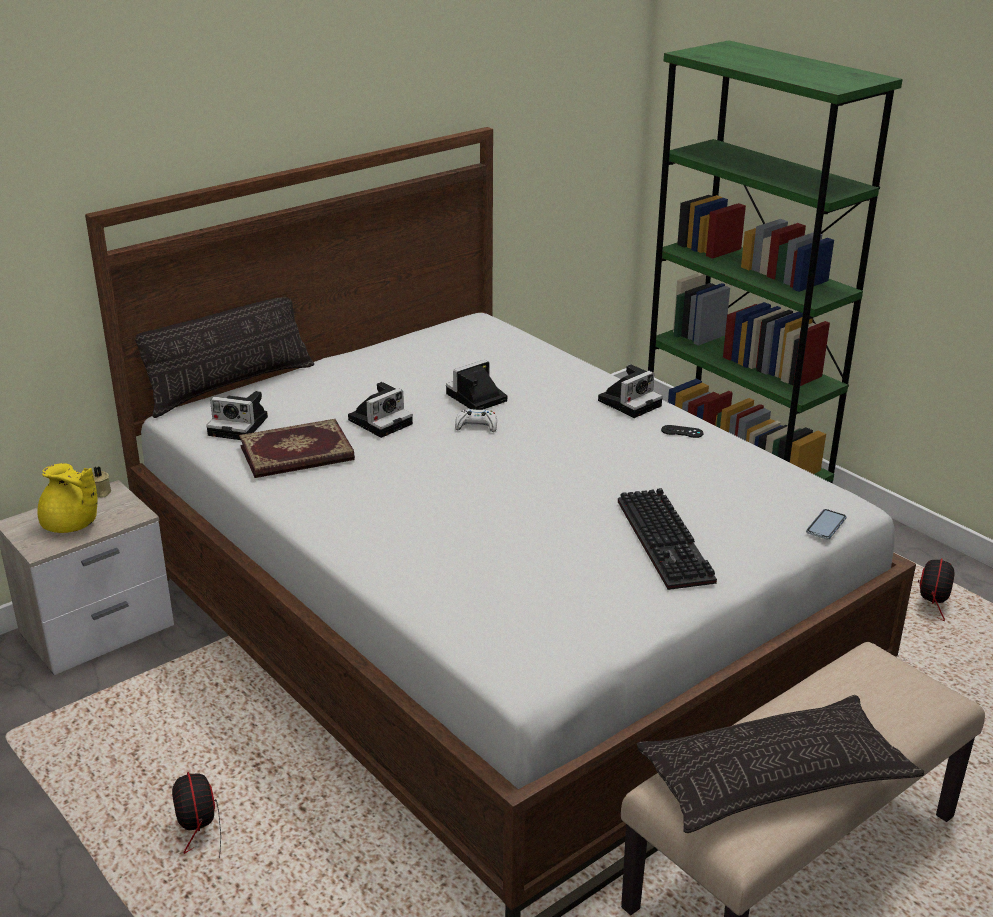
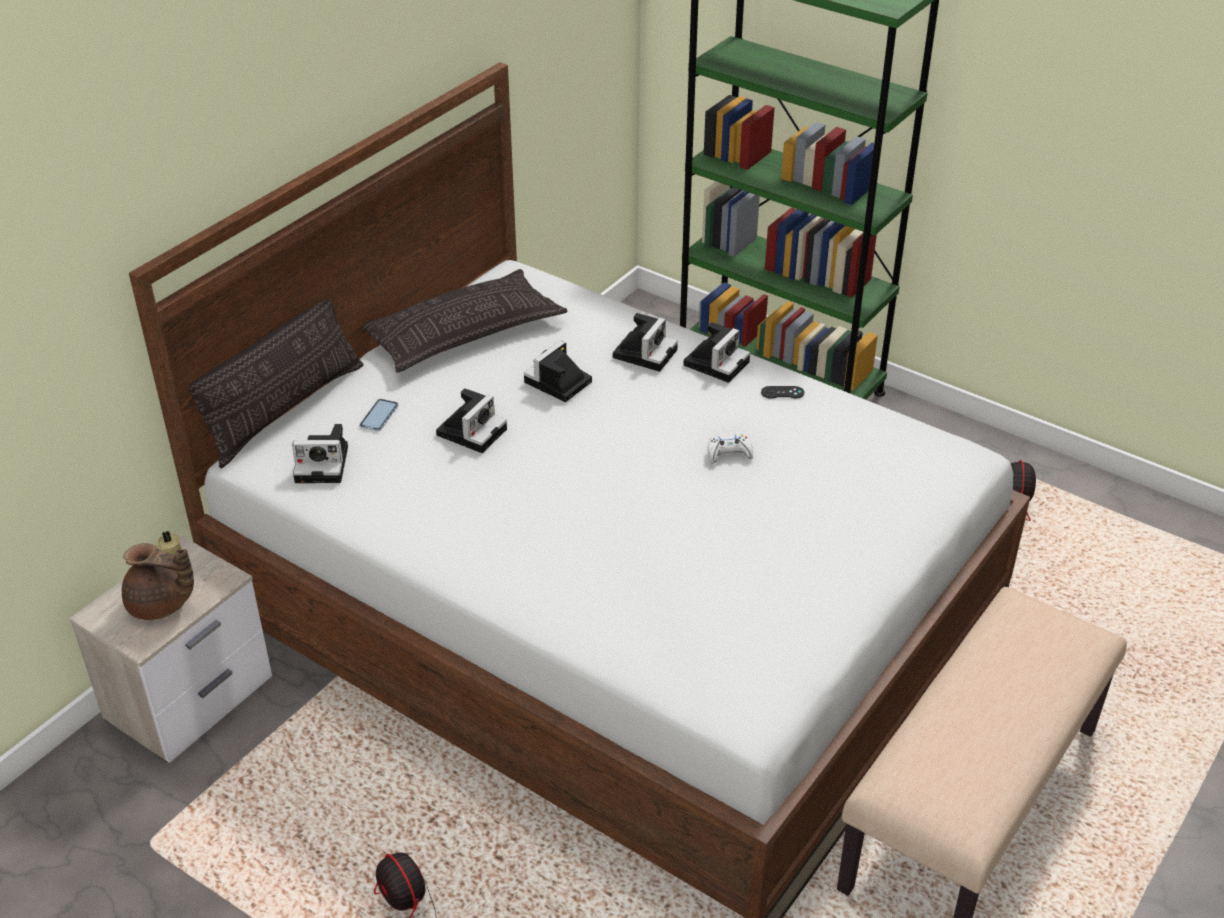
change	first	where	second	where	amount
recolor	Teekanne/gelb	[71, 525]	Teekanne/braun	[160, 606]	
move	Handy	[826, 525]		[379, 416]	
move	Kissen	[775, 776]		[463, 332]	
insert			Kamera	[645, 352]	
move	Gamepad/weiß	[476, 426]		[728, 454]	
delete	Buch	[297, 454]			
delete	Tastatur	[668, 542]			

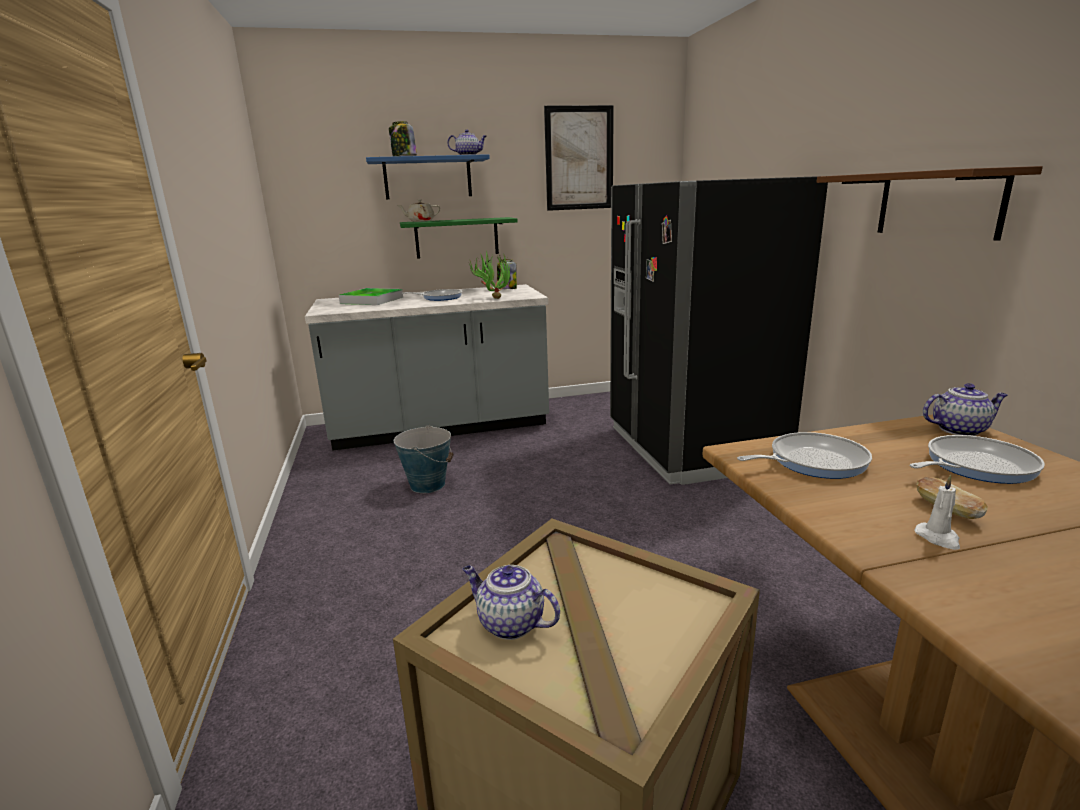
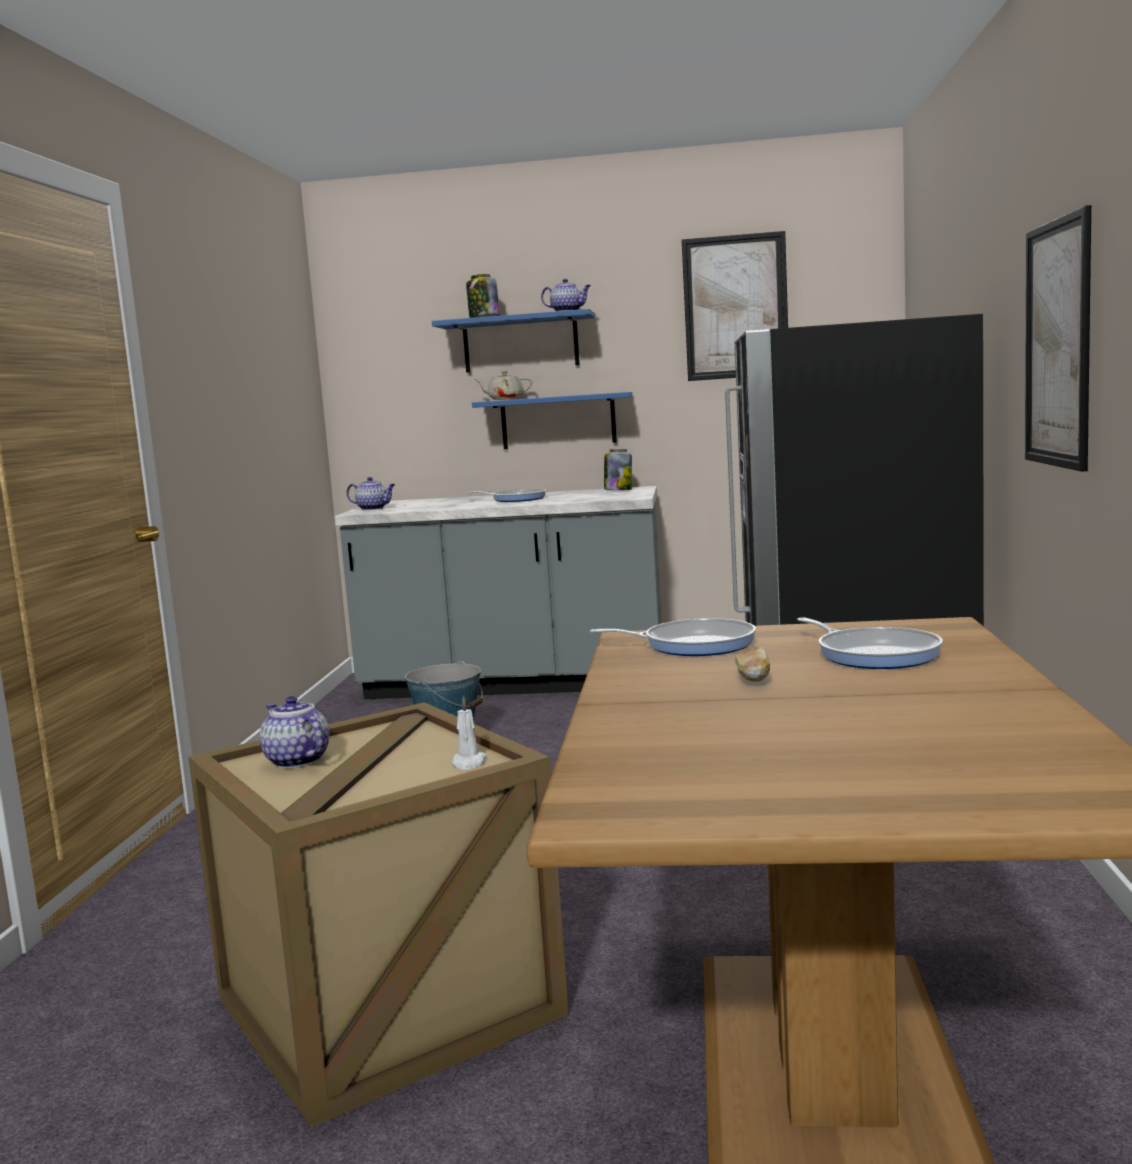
change	first	where	second	where	amount
move	Teekanne	[959, 430]		[373, 508]	
move	Kerze/weiß	[938, 538]		[468, 763]	
recolor	Wandregal/grün	[457, 238]	Wandregal/blau	[558, 421]	
rotate	Pfanne	[975, 466]		[874, 654]	60 degrees clockwise
replace	Wandregal/braun	[938, 204]	Bild	[1057, 344]	
delete	Tablett	[372, 300]			
delete	Topfpflanze	[493, 298]			

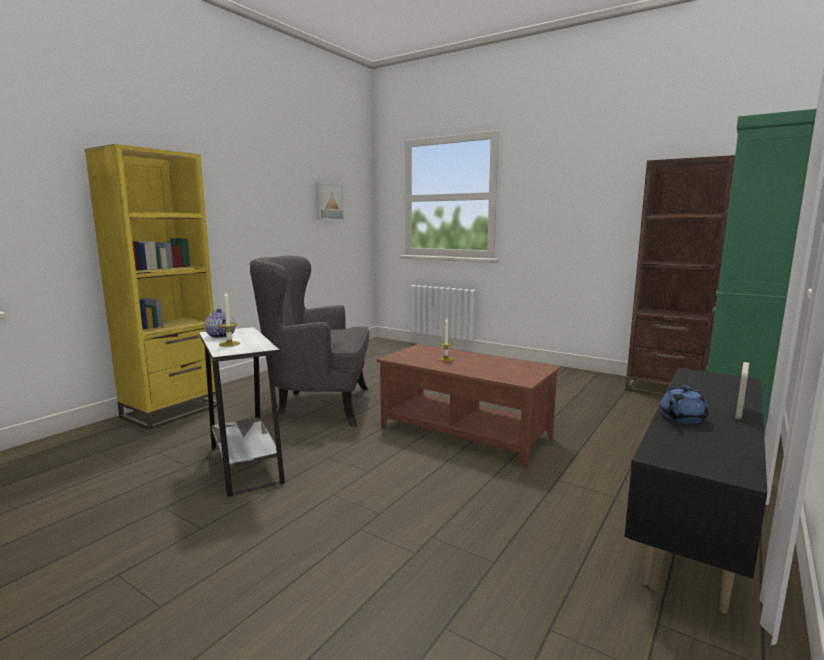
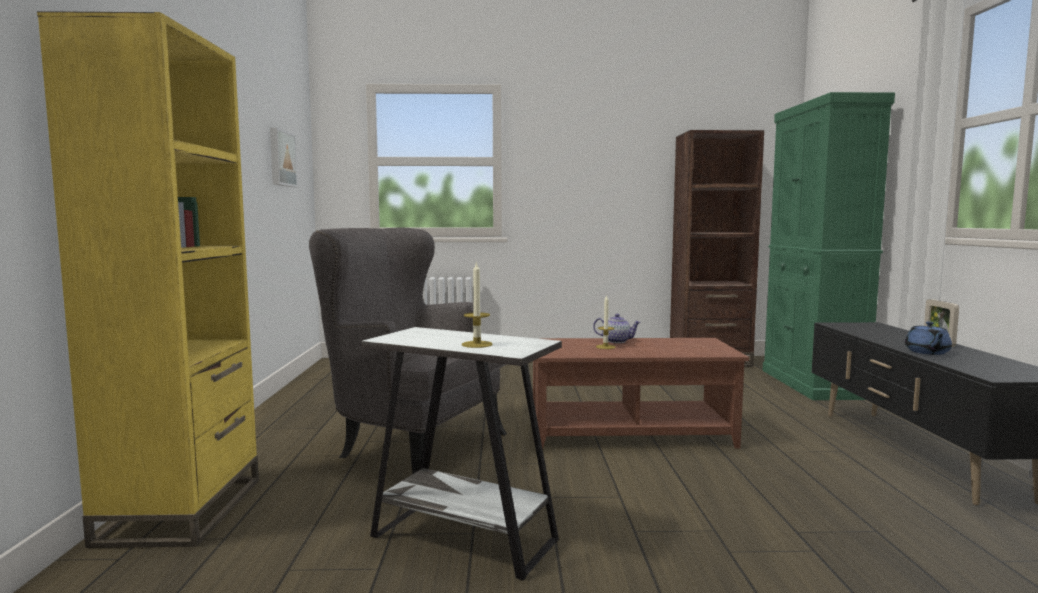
change	first	where	second	where	amount
rotate	Sessel/grau	[317, 405]		[411, 447]	60 degrees clockwise
move	Teekanne	[222, 336]		[616, 341]	

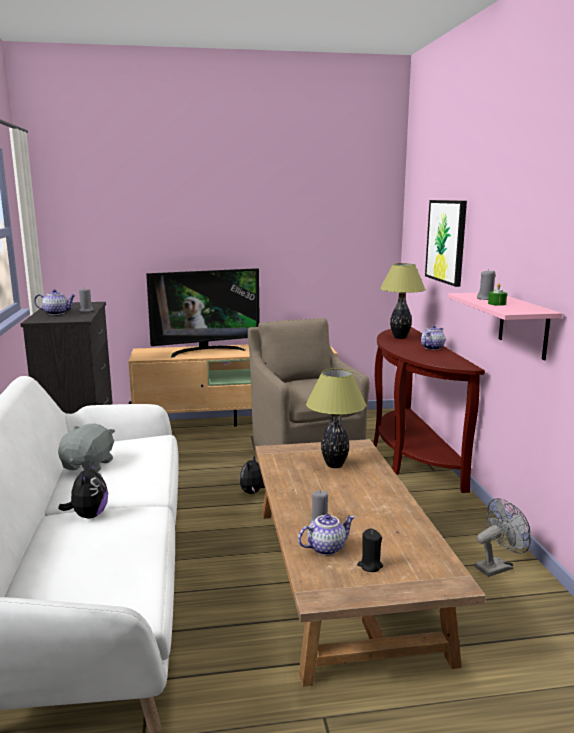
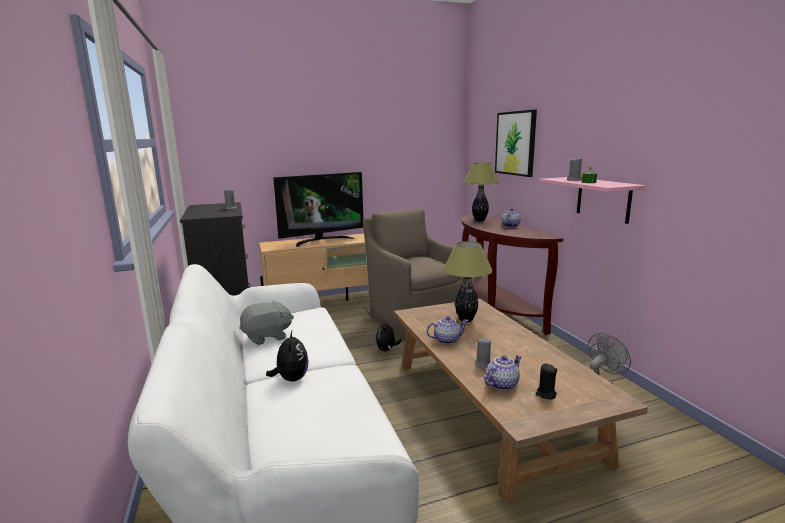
change	first	where	second	where	amount
rotate	Plüschtier/grau	[89, 465]		[267, 337]	60 degrees clockwise
move	Teekanne	[57, 313]		[447, 340]	

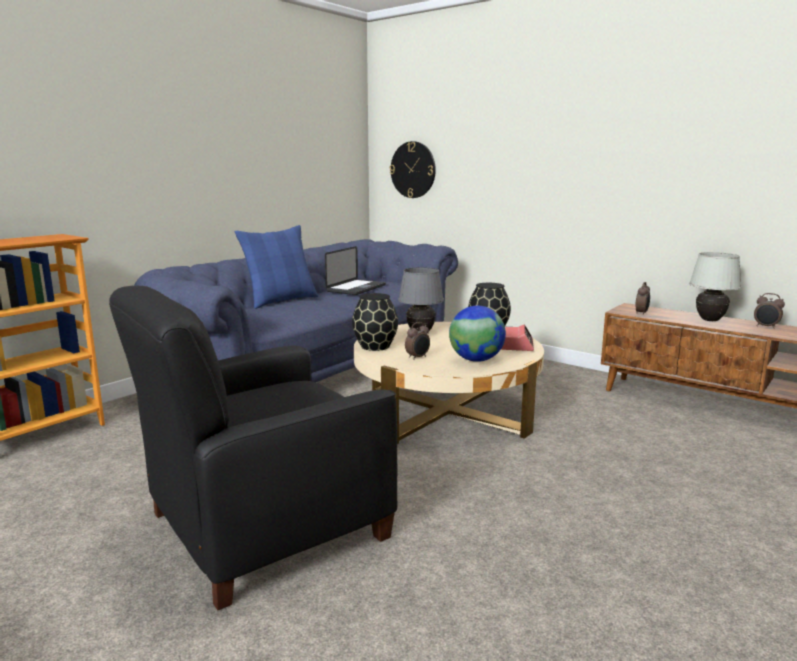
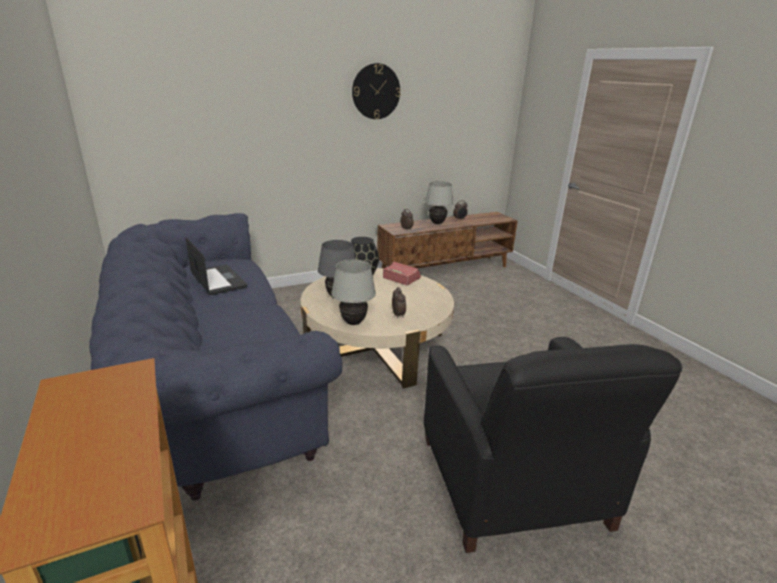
change	first	where	second	where	amount
replace	Vase/schwarz	[375, 346]	Tischlampe/weiß	[353, 323]	
move	Wanduhr	[413, 170]		[376, 91]	
delete	Kissen/blau	[280, 301]			
delete	Globus	[476, 360]			

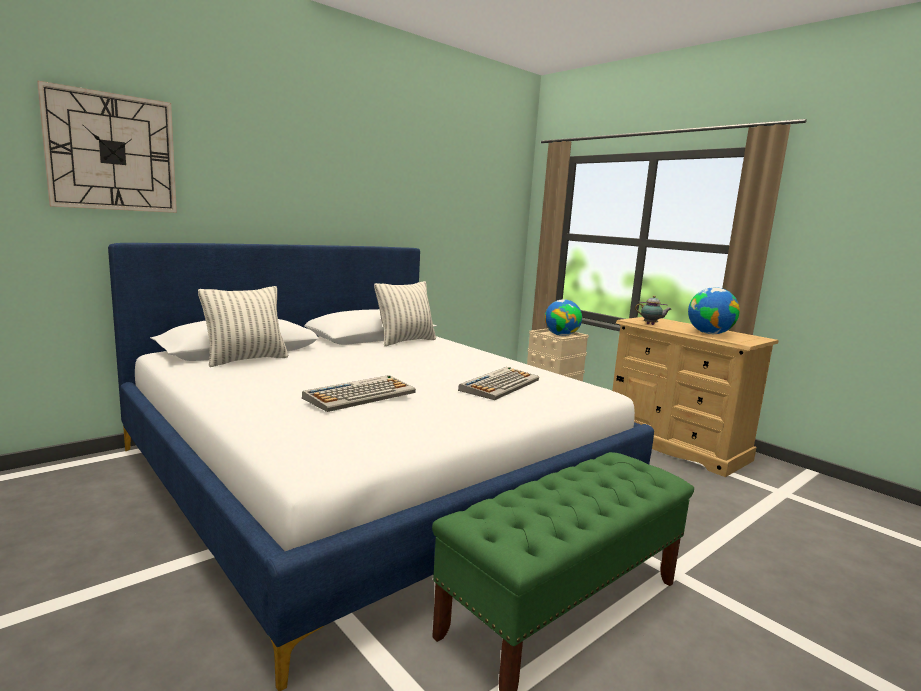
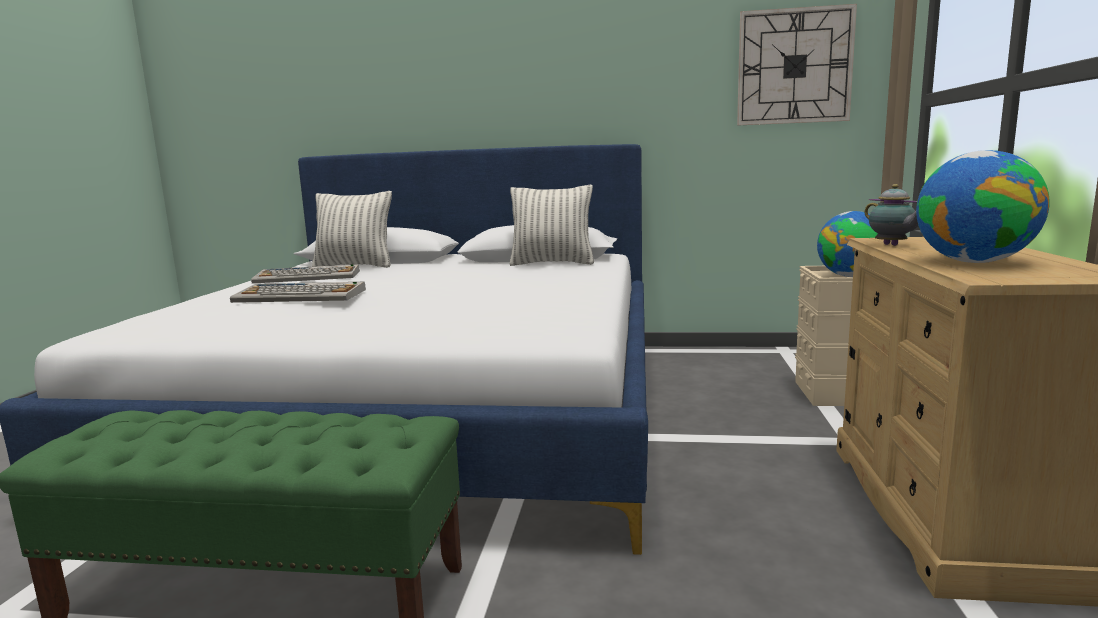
change	first	where	second	where	amount
move	Tastatur	[500, 385]		[309, 276]	
move	Wanduhr	[112, 152]		[794, 66]	

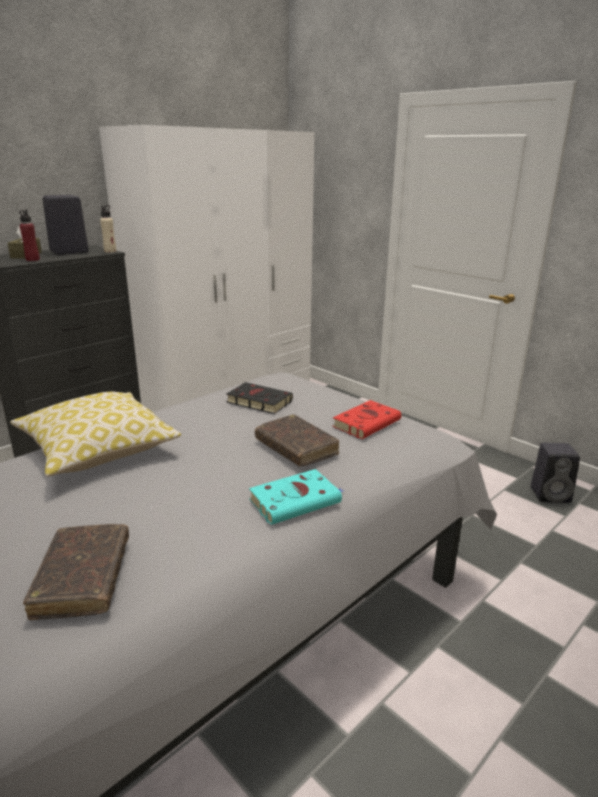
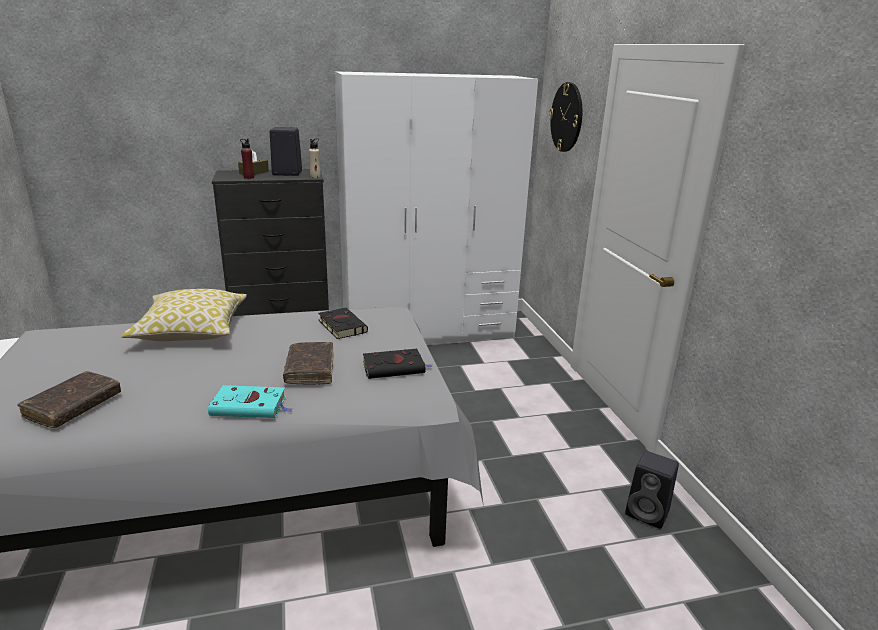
change	first	where	second	where	amount
recolor	Buch/rot	[367, 423]	Buch/schwarz	[395, 367]	
insert			Wanduhr	[567, 117]	

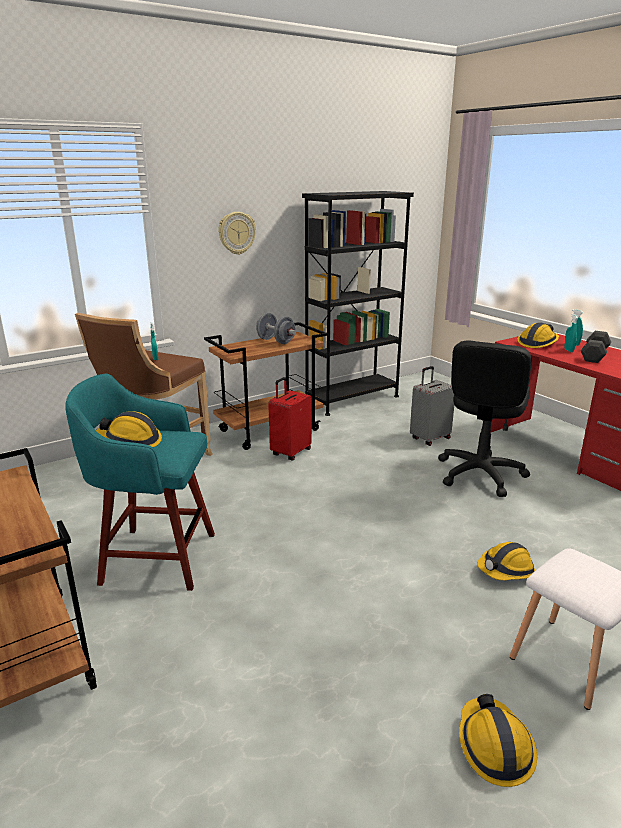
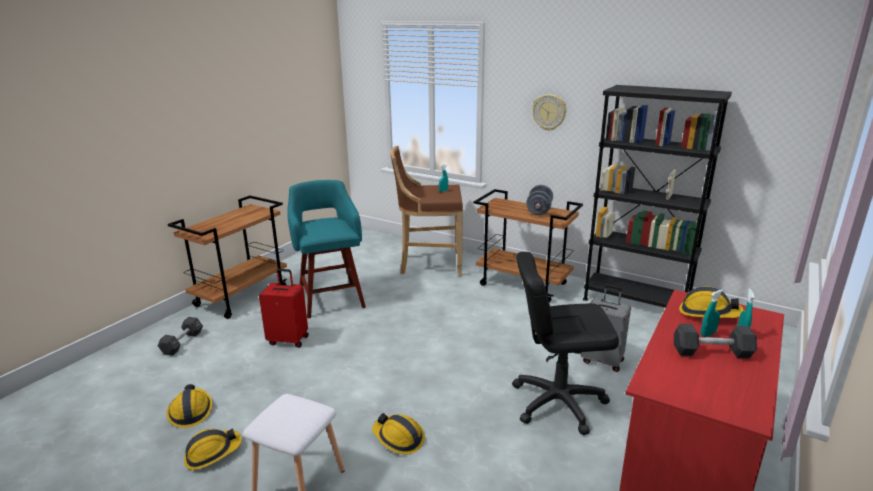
change	first	where	second	where	amount
insert			Hantel/schwarz	[182, 343]	
move	Schutzhelm	[130, 441]		[190, 411]	
move	Koffer/rot	[290, 452]		[289, 340]	

